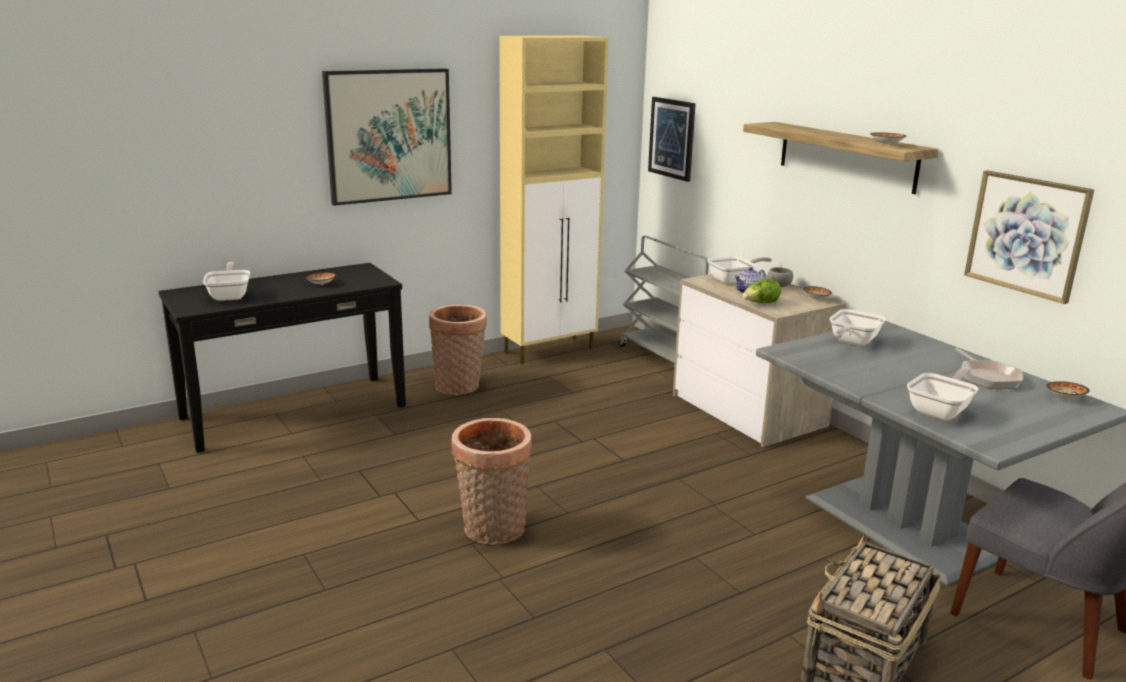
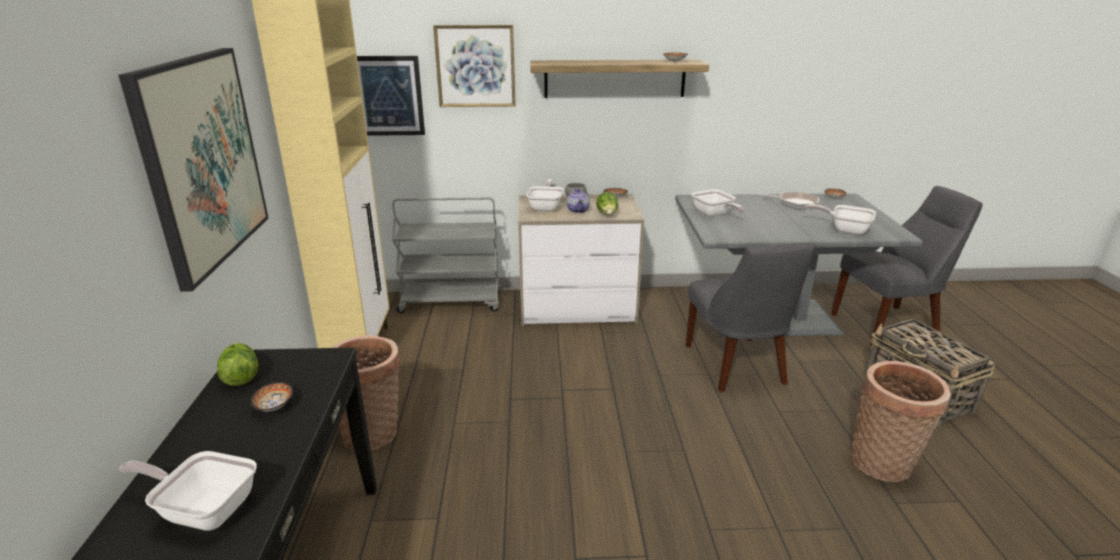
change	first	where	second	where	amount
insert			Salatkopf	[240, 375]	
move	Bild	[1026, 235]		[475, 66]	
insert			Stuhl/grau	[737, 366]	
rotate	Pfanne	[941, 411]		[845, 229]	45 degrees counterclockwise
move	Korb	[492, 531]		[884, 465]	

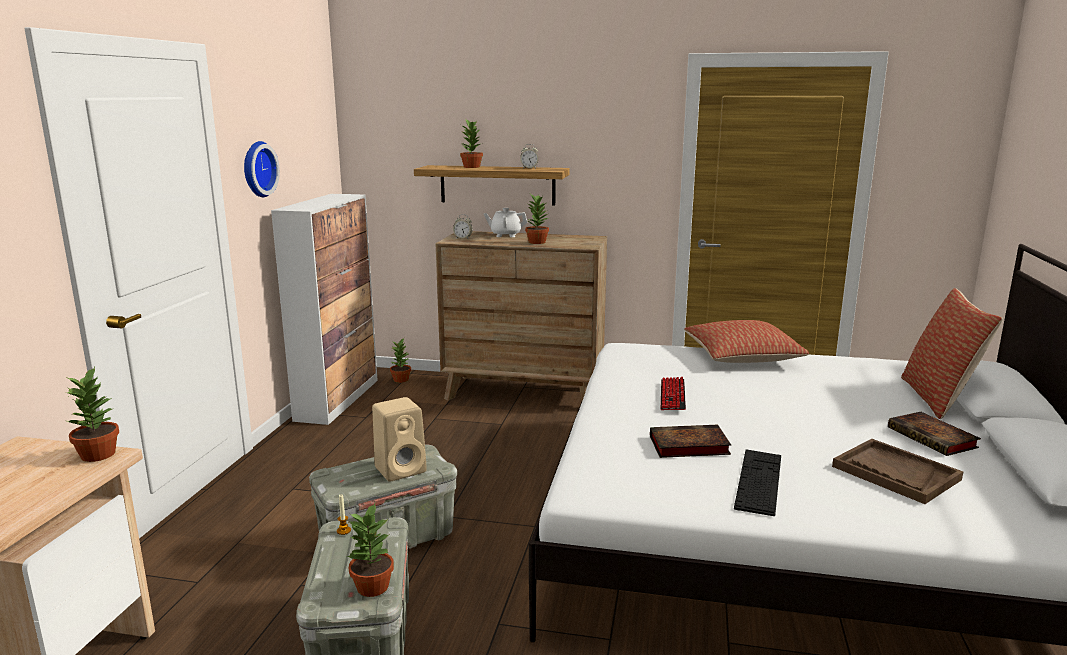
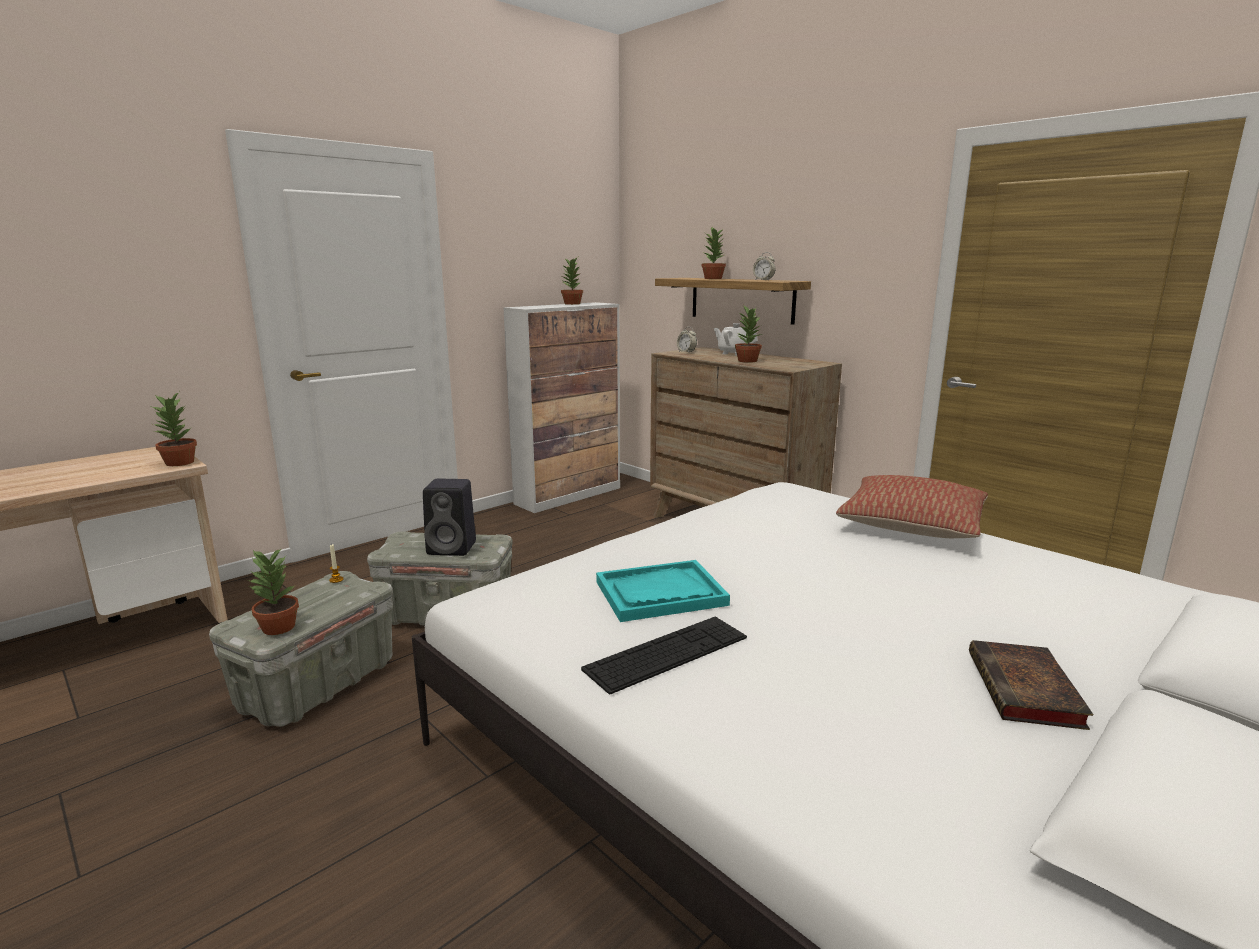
change	first	where	second	where	amount
recolor	Lautsprecher/beige	[402, 469]	Lautsprecher/schwarz	[453, 548]	
move	Topfpflanze	[401, 380]		[572, 304]	
replace	Buch	[687, 446]	Tablett/türkis	[660, 593]	
delete	Wanduhr	[257, 169]			
delete	Tastatur	[672, 395]			
delete	Tablett/braun	[895, 473]			
delete	Kissen	[939, 398]			

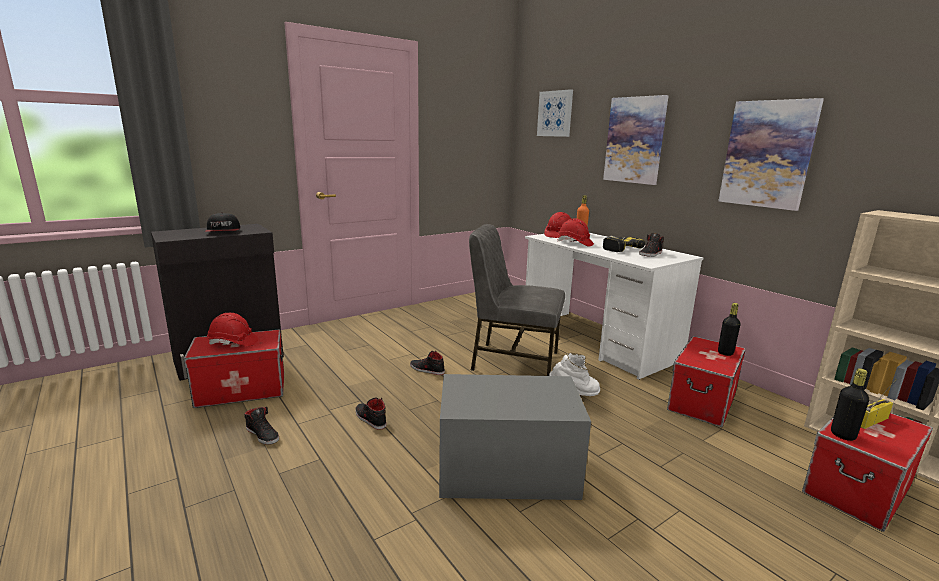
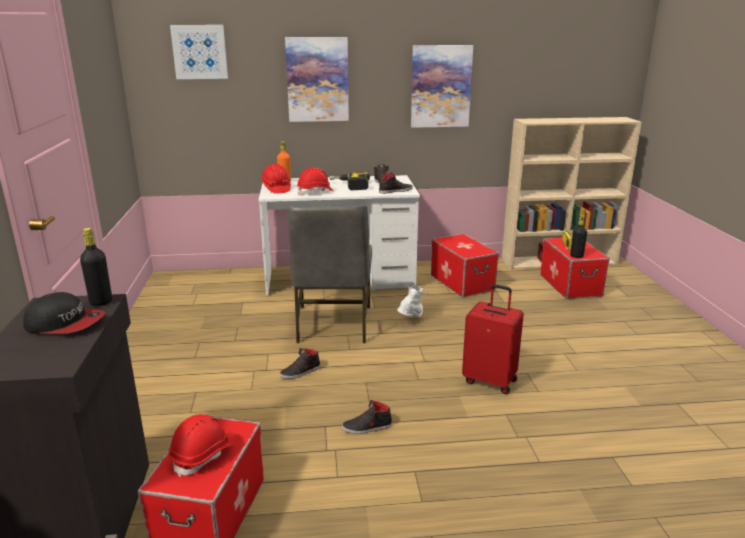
change	first	where	second	where	amount
move	Flasche/schwarz	[725, 353]		[101, 302]	
rotate	Stuhl/grau	[513, 361]		[332, 324]	45 degrees counterclockwise
move	Schuh/schwarz	[263, 434]		[395, 191]	
replace	Aufbewahrungsbox/grau	[507, 469]	Koffer/rot	[490, 380]	

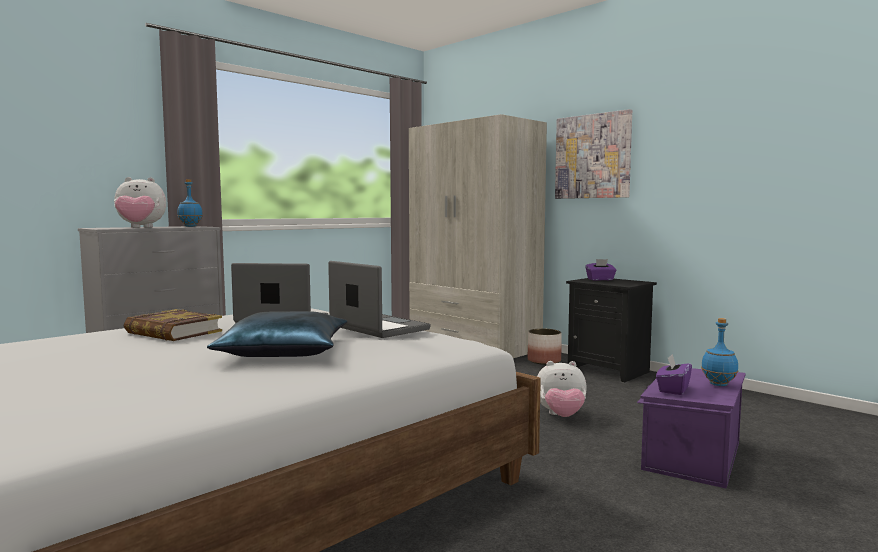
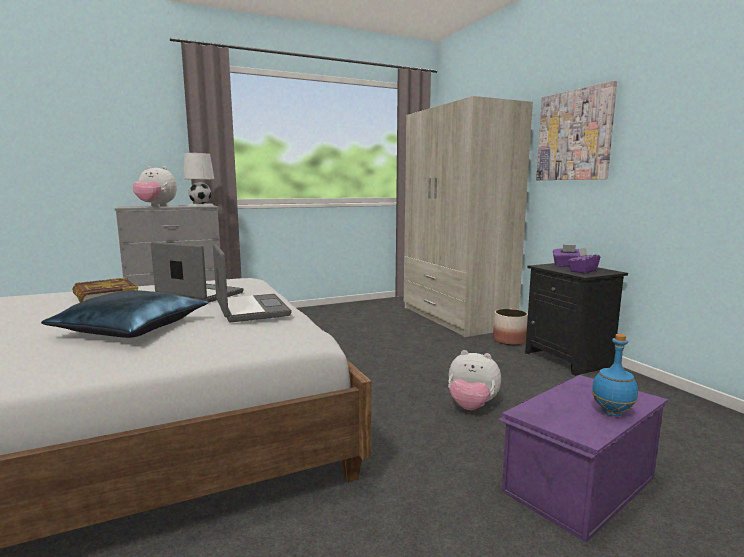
change	first	where	second	where	amount
replace	Flasche/blau	[190, 226]	Tischlampe/weiß	[200, 205]	
move	Taschentuchbox/lila	[673, 389]		[582, 271]	

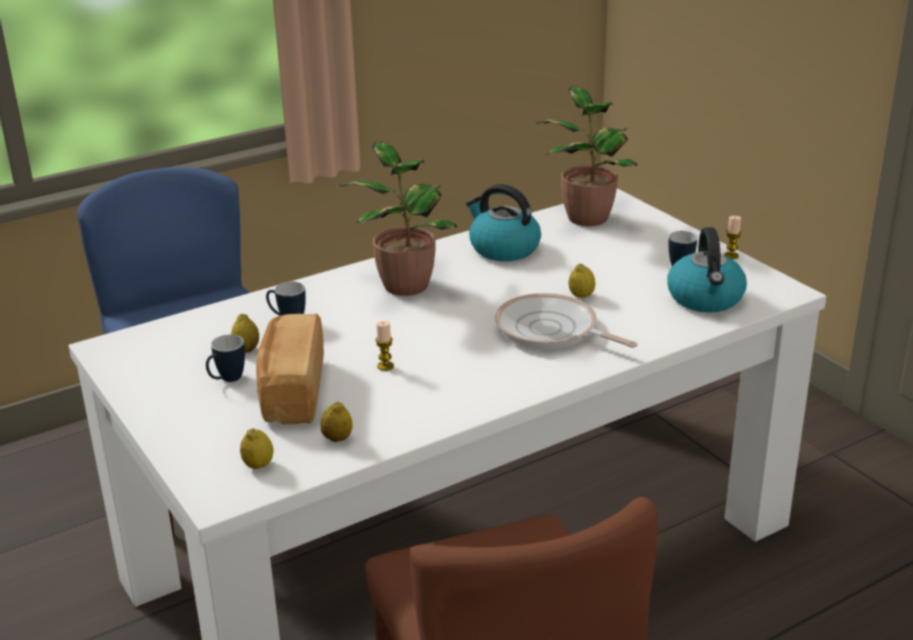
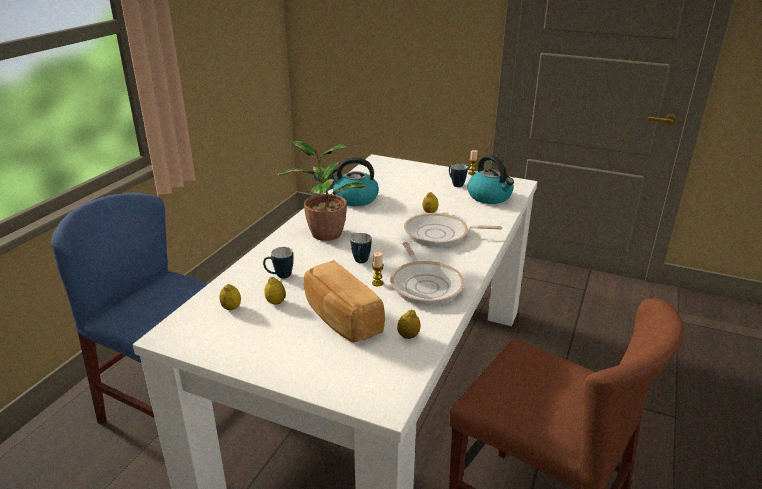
change	first	where	second	where	amount
move	Zitrone	[258, 465]		[231, 308]	
move	Henkelbecher	[227, 380]		[360, 262]	
insert			Pfanne	[425, 285]	
delete	Topfpflanze	[586, 216]			

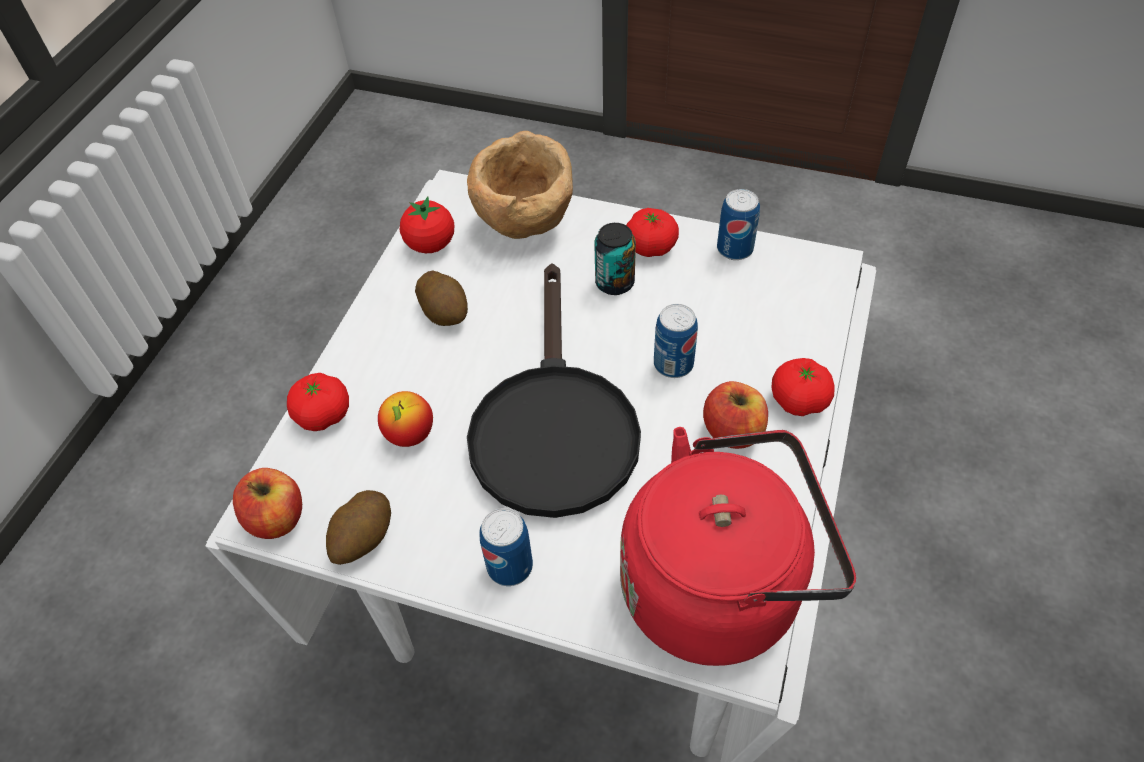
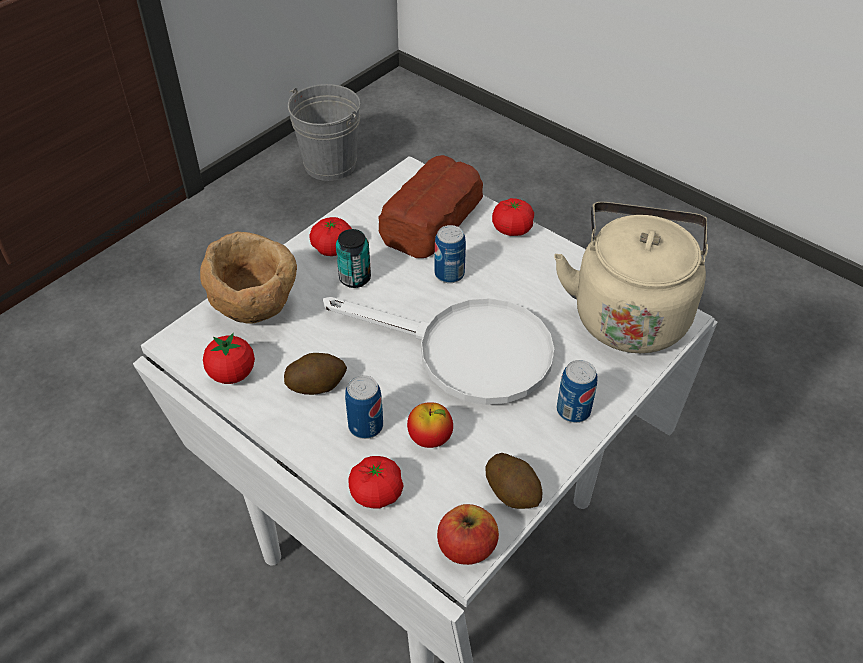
change	first	where	second	where	amount
insert			Eimer/grau	[330, 164]	
recolor	Pfanne/schwarz	[553, 424]	Pfanne/weiß	[466, 352]	
move	Dose	[734, 249]		[366, 426]	
insert			Brot	[433, 218]	
recolor	Wasserkessel/rot	[719, 586]	Wasserkessel/beige	[629, 313]	
delete	Apfel	[732, 431]			

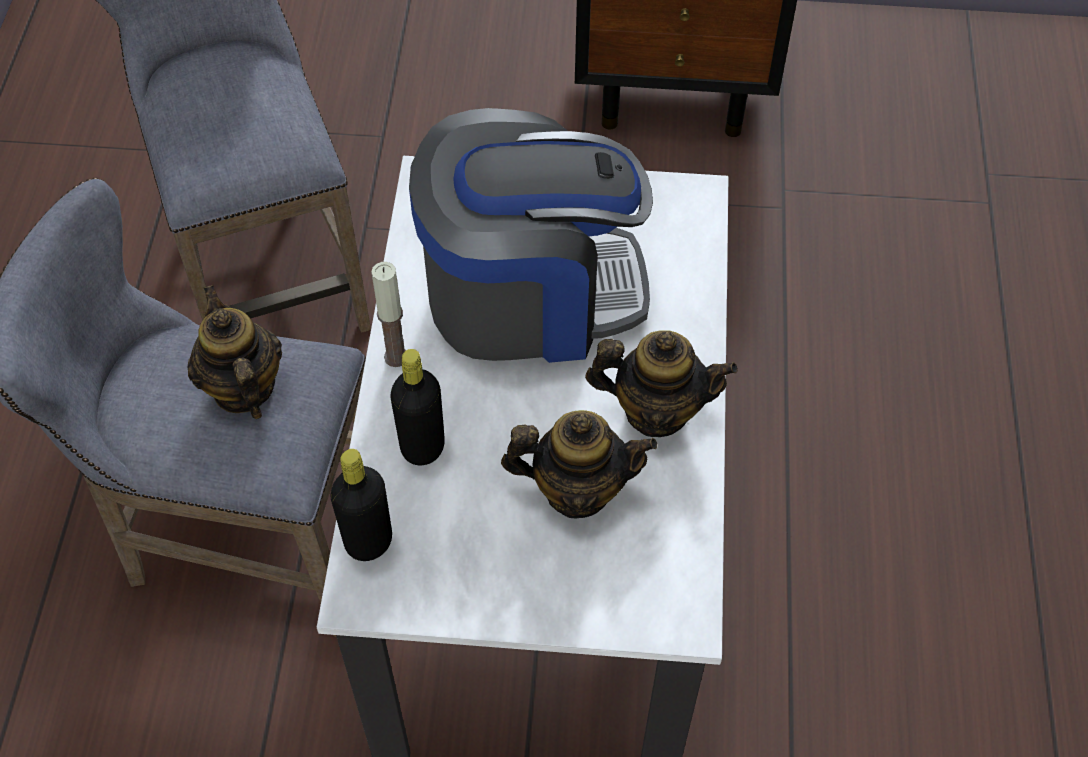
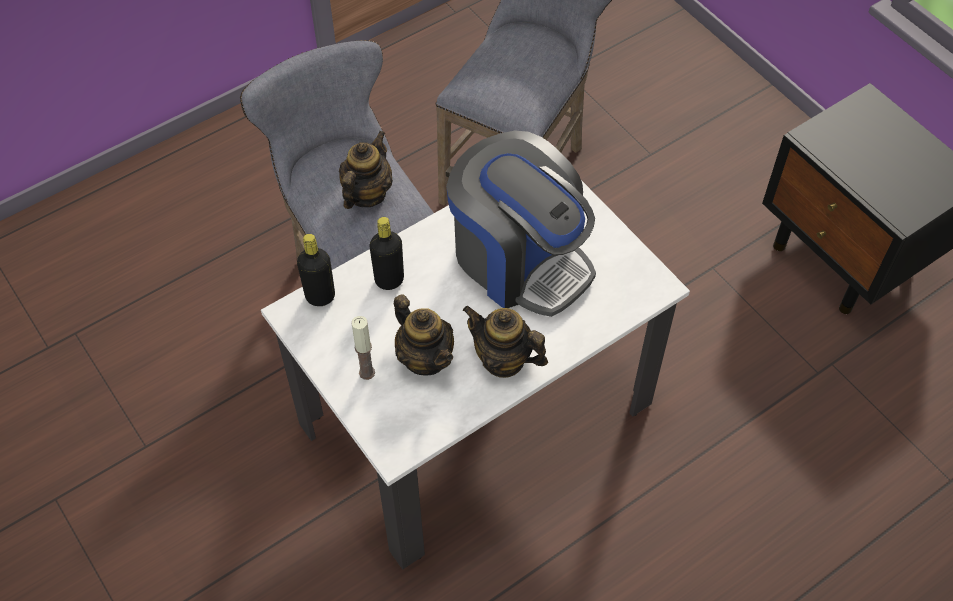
change	first	where	second	where	amount
move	Kerze	[396, 357]		[367, 372]	
rotate	Teekanne	[656, 410]		[503, 359]	150 degrees clockwise

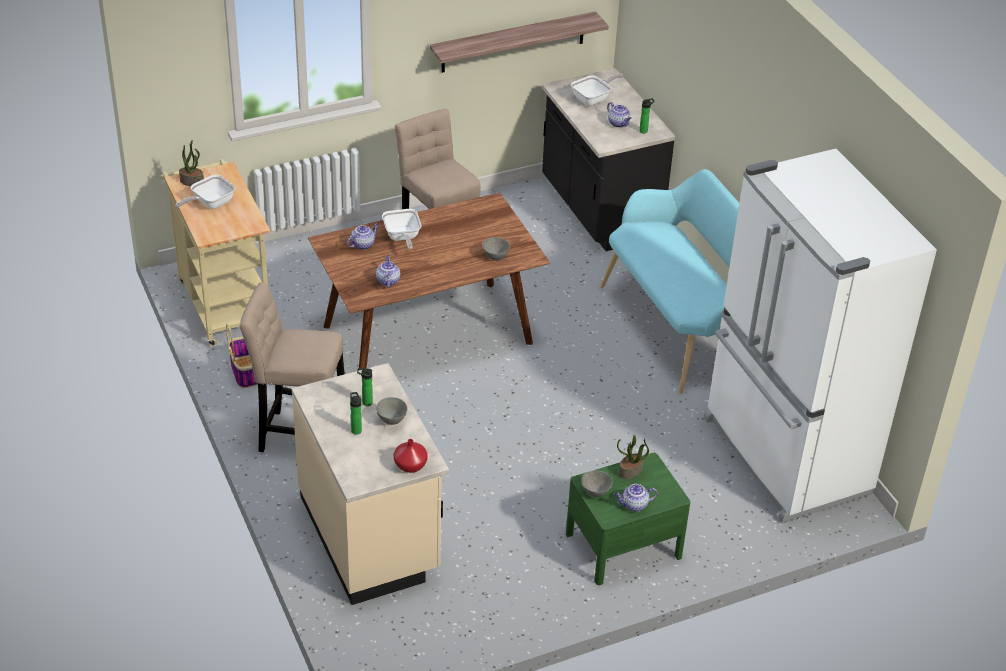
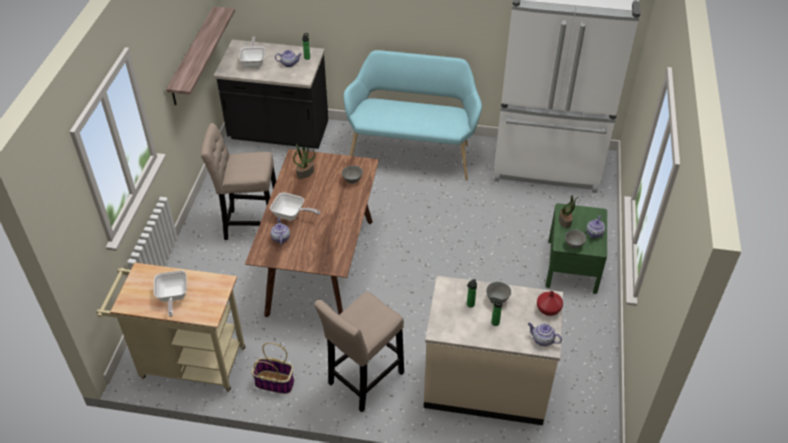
change	first	where	second	where	amount
move	Topfpflanze	[192, 181]		[305, 172]	
move	Teekanne	[387, 281]		[542, 340]	

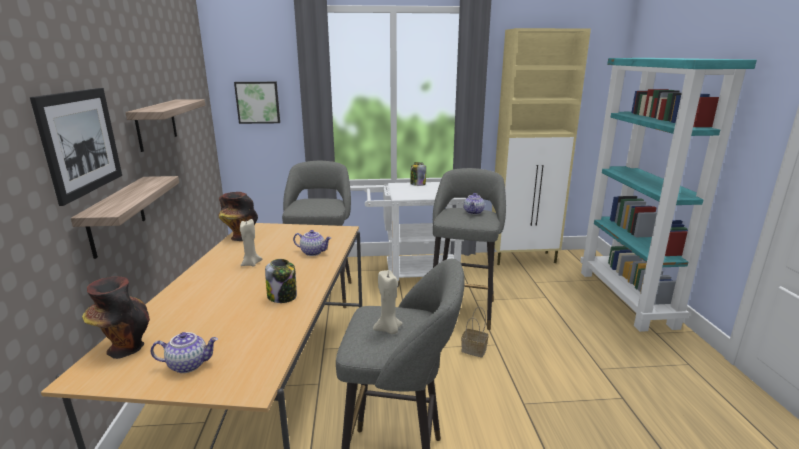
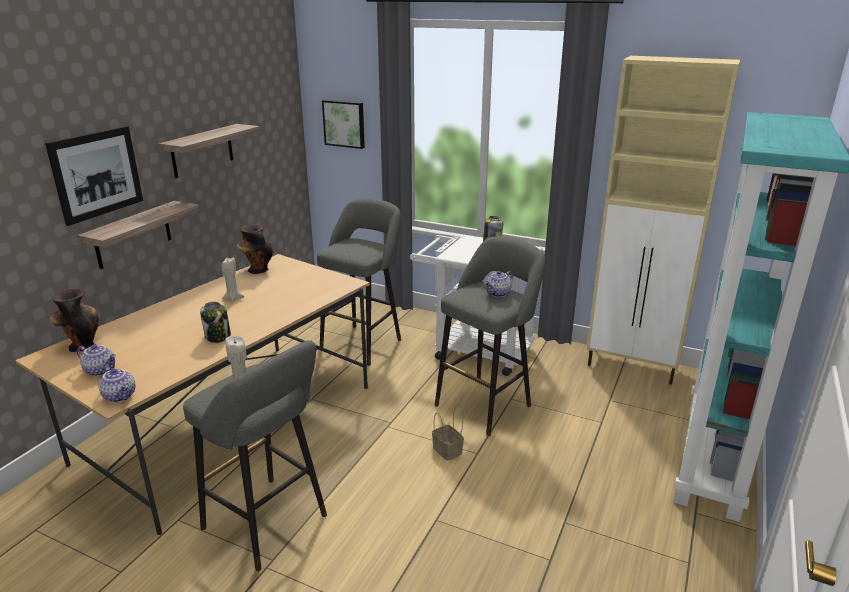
change	first	where	second	where	amount
move	Teekanne	[313, 252]		[121, 396]	

